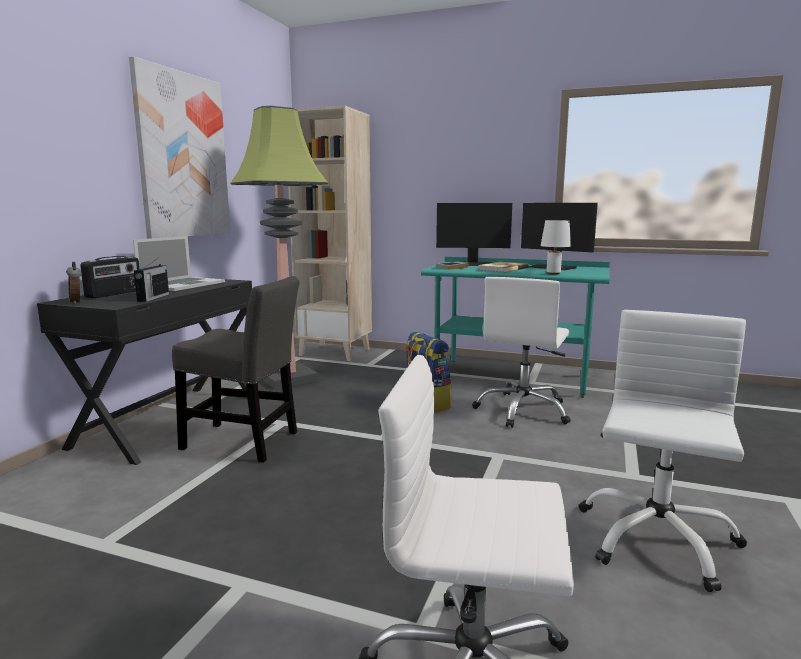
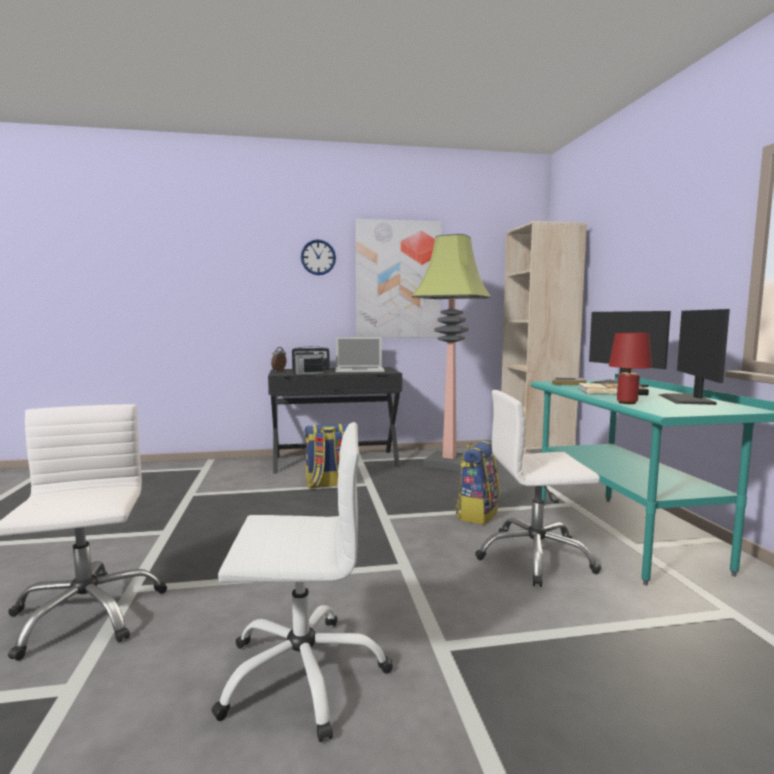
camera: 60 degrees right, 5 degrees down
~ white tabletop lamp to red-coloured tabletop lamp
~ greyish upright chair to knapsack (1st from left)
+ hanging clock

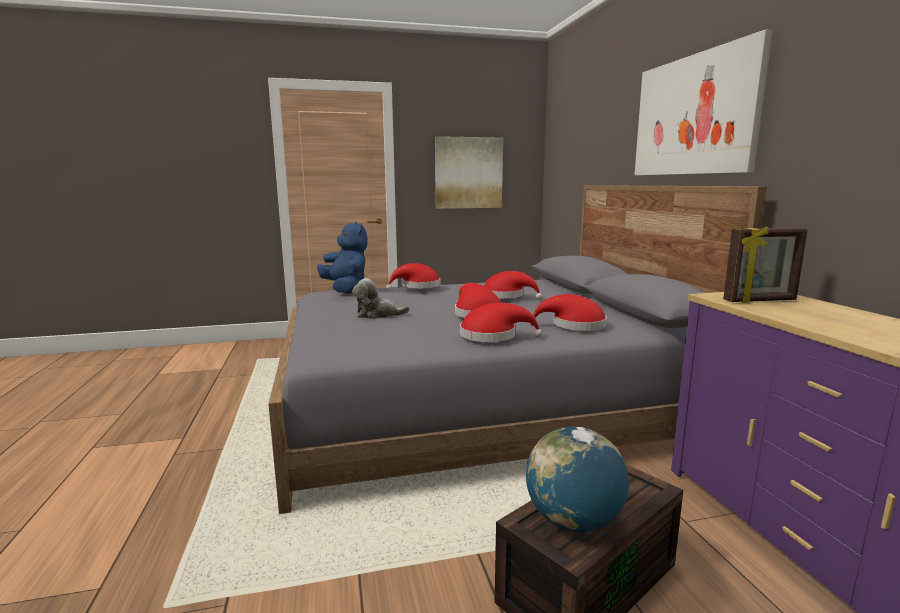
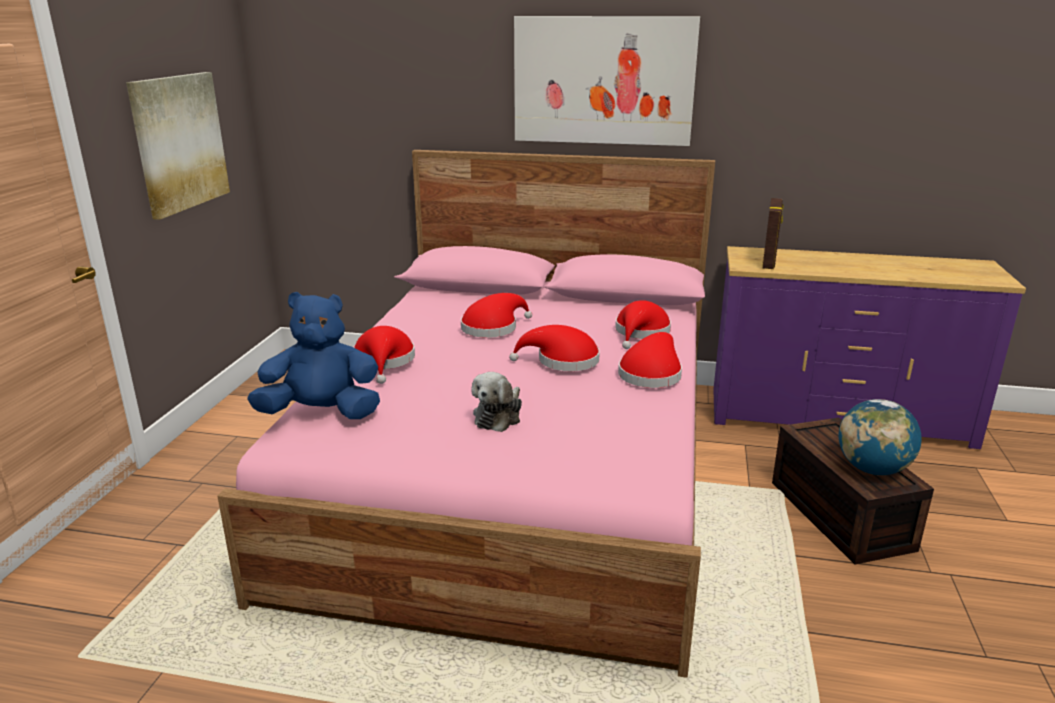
camera: 65 degrees left, 10 degrees up
~ greyish bedroom bed to pinkish bedroom bed

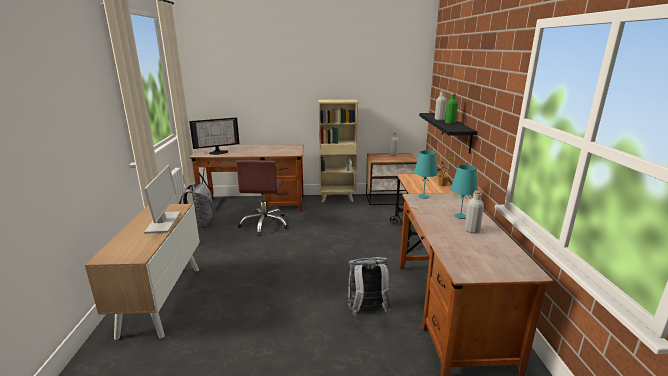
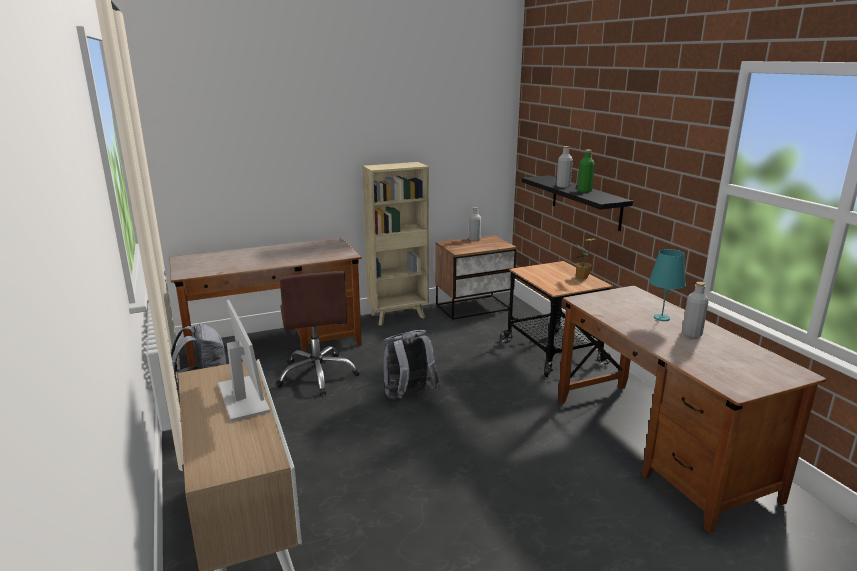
camera: 20 degrees left, 0 degrees up
- monitor (2nd from left)
- turquoise tabletop lamp (1st from left)
~ greyish knapsack (2nd from left)

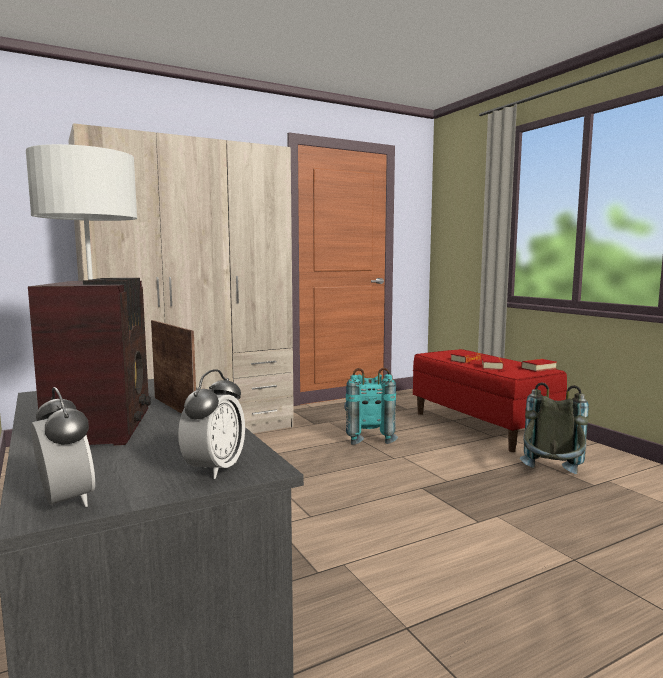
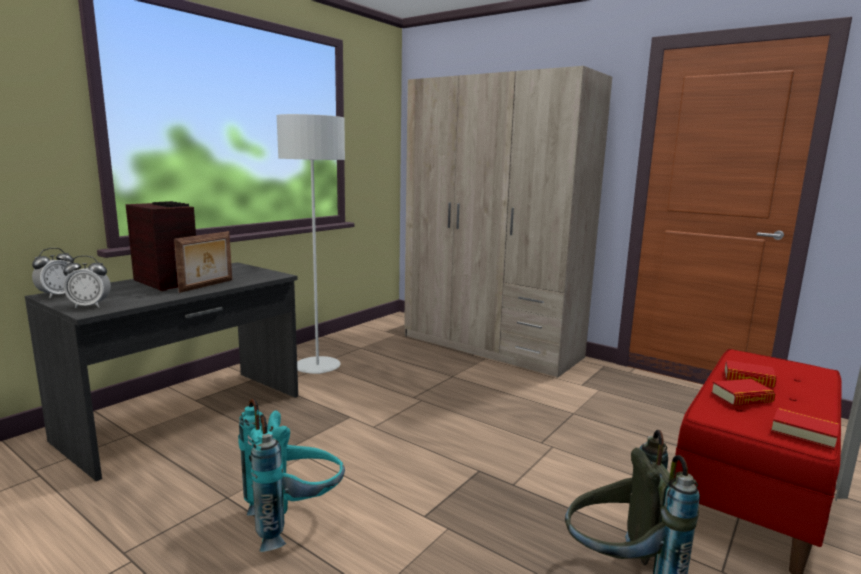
camera: 65 degrees right, 5 degrees up
~ radio receiver 105 degrees counterclockwise
~ turquoise knapsack

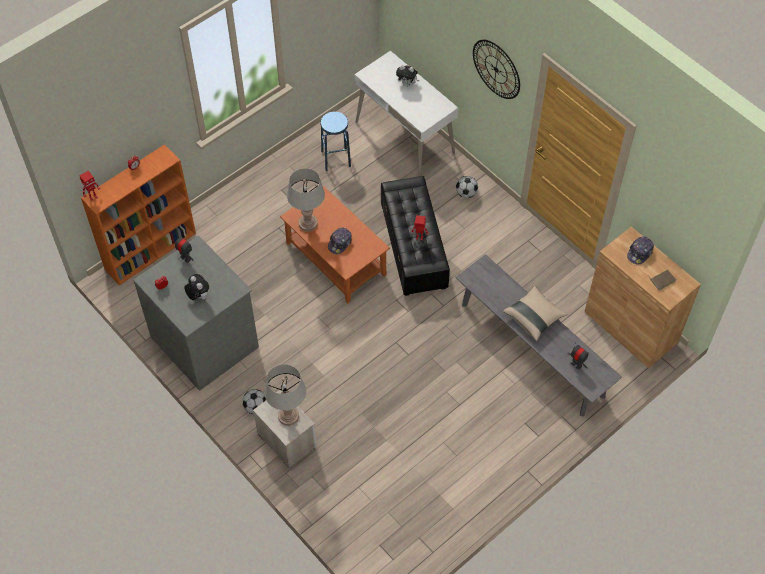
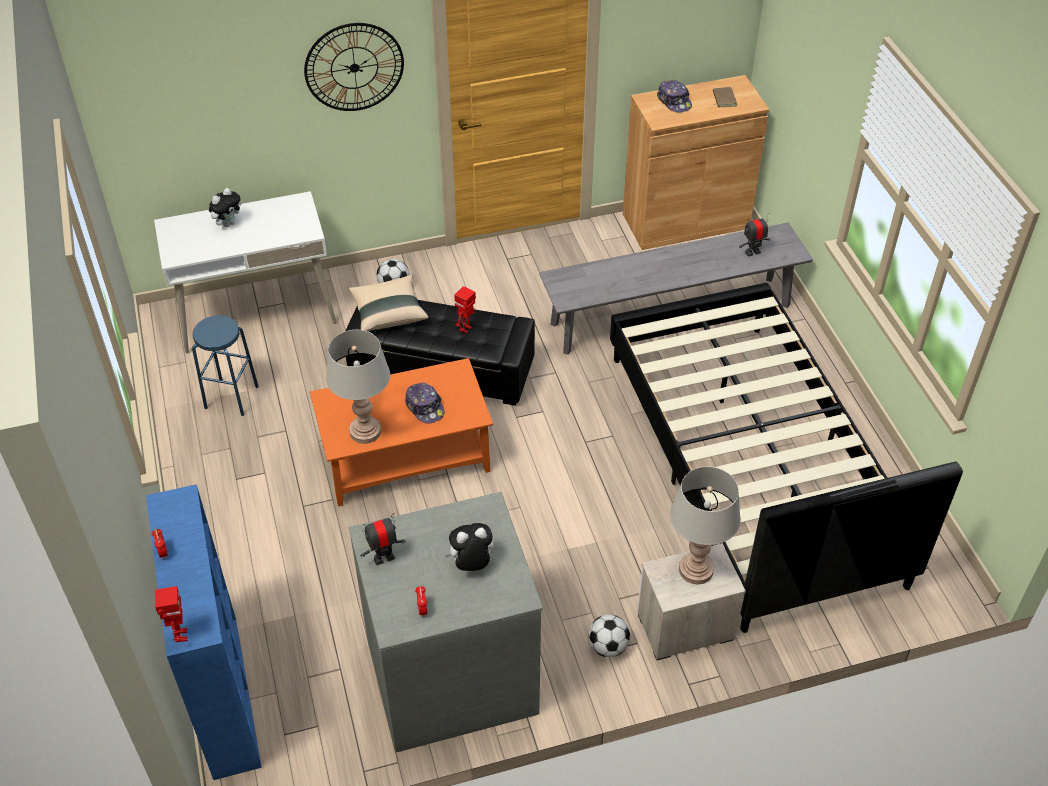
camera: 65 degrees left, 10 degrees down
~ orange-coloured shelving unit to blue shelving unit
~ beige throw pillow
+ blackish bedroom bed

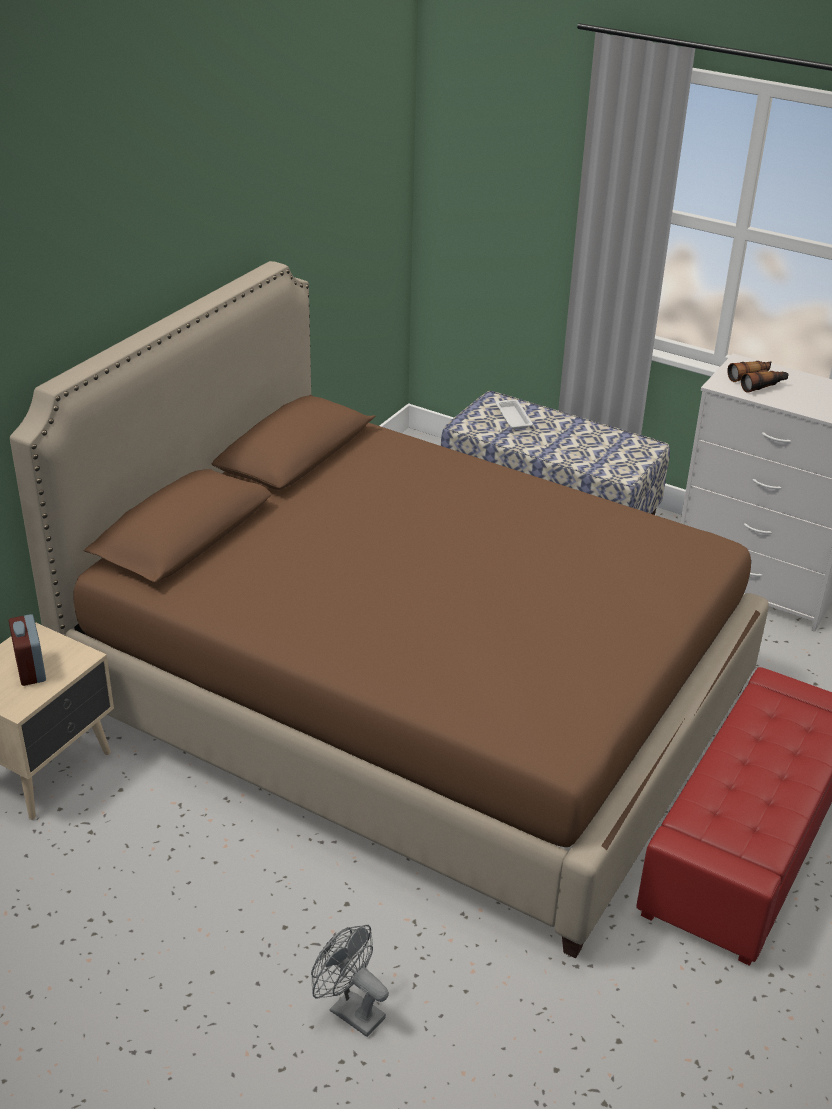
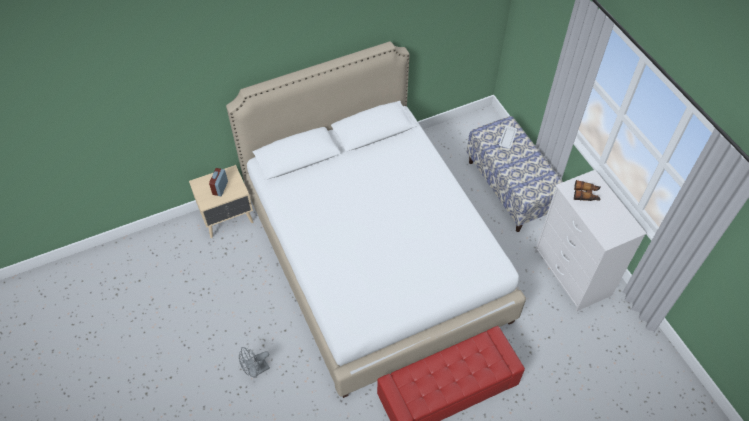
camera: 35 degrees right, 20 degrees up
~ brown bedroom bed to white bedroom bed
~ greyish cooling fan 105 degrees counterclockwise

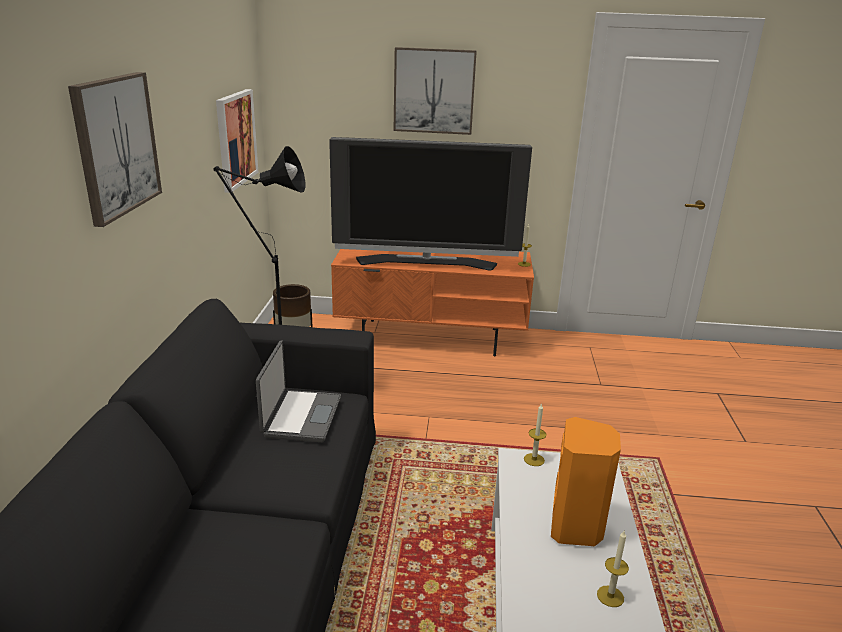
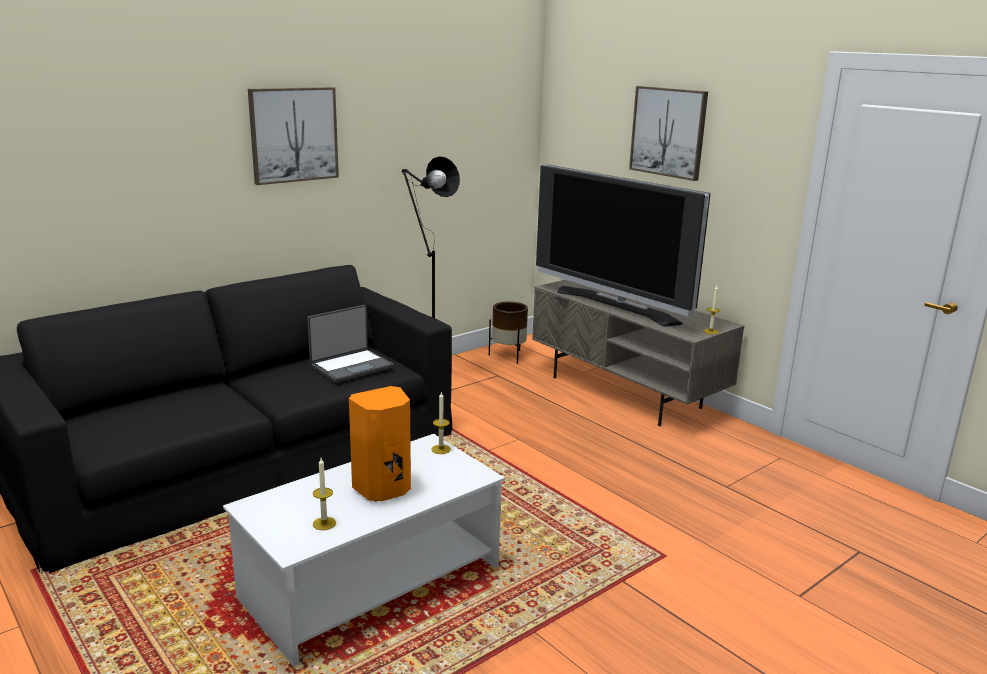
camera: 45 degrees right, 5 degrees down
- wall picture (2nd from left)
~ orange-coloured media console to greyish media console

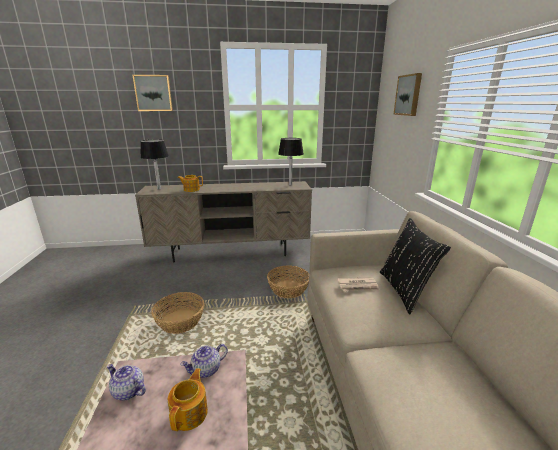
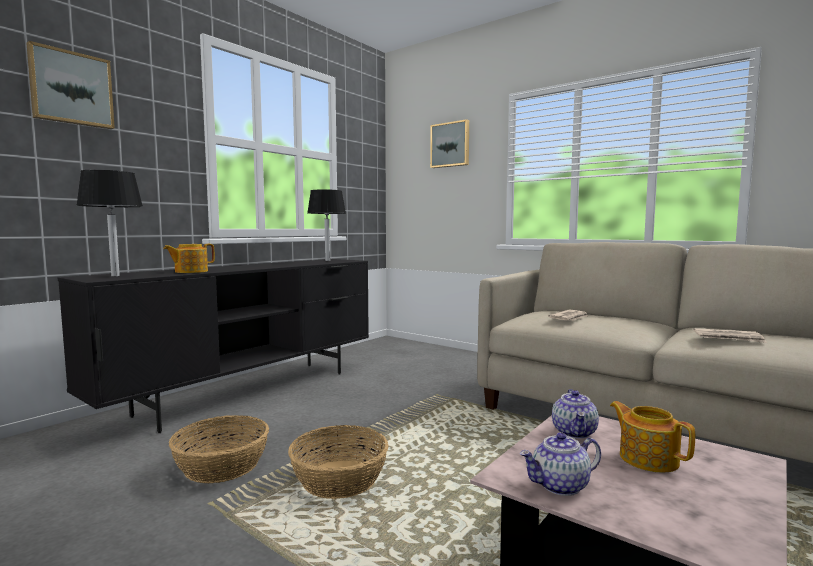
camera: 45 degrees left, 15 degrees down
~ beige media console to blackish media console
- blackish throw pillow
~ basket (2nd from left in the first image) to basket (1st from left)
+ daily paper (2nd from left)

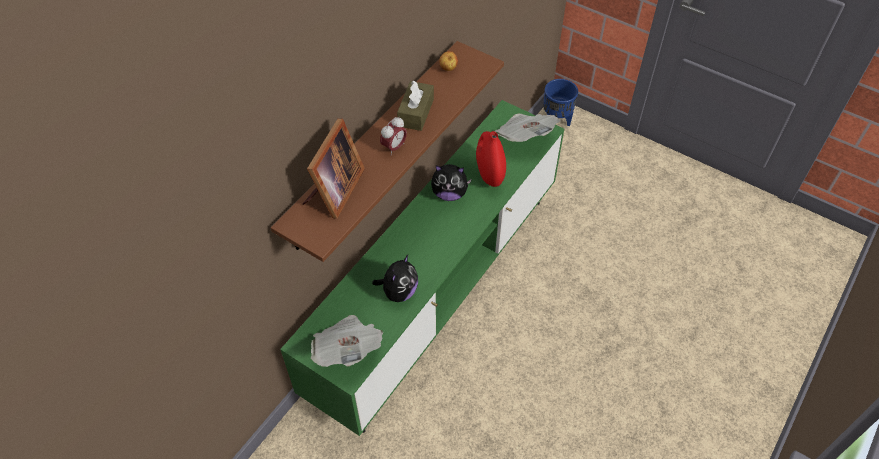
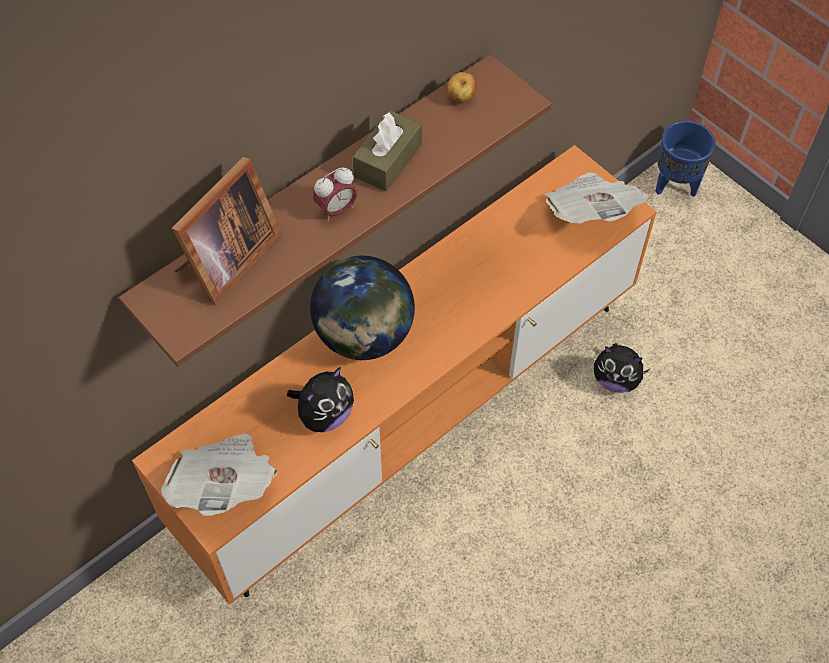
camera: 15 degrees right, 5 degrees up
~ green-coloured media console to orange-coloured media console
- red-coloured vase
~ plush toy (2nd from left)
+ globe

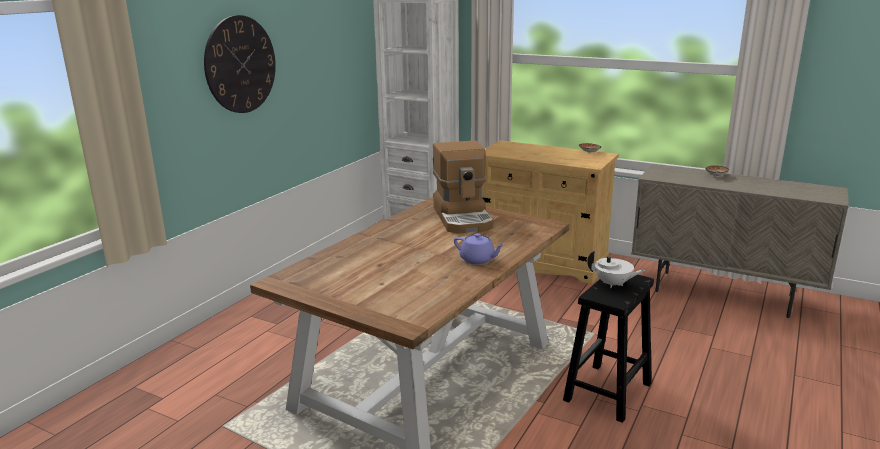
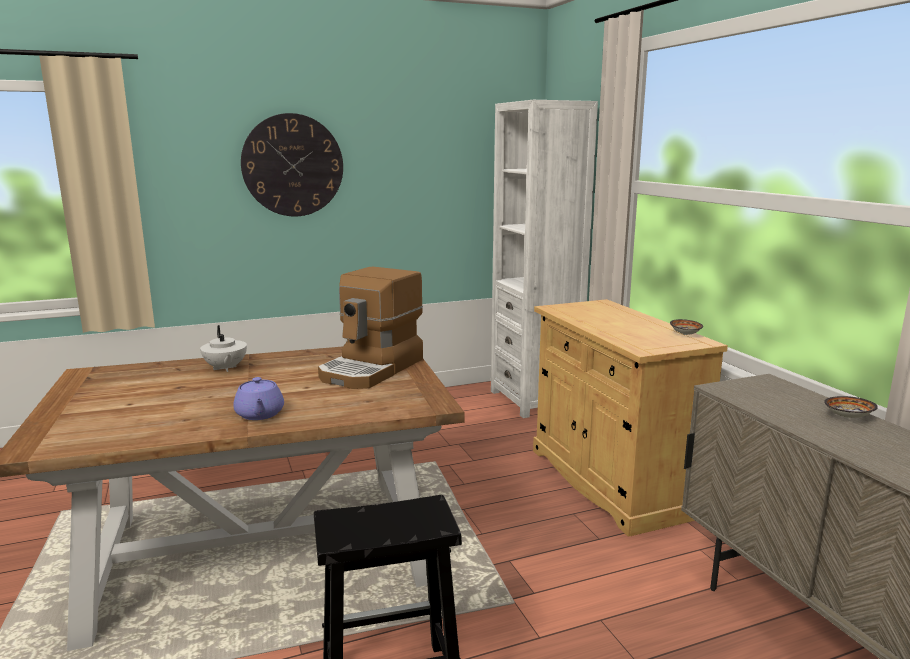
camera: 40 degrees right, 5 degrees down
~ white pot for tea

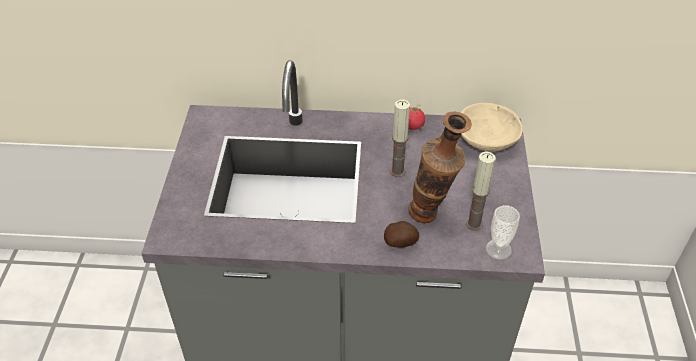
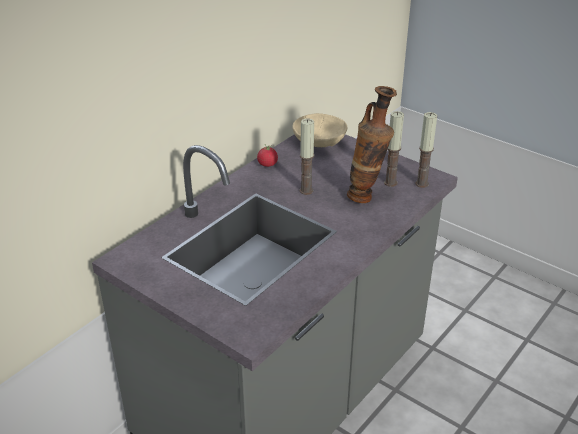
camera: 55 degrees left, 10 degrees down
~ small cup to candle (3rd from left)
- potato

